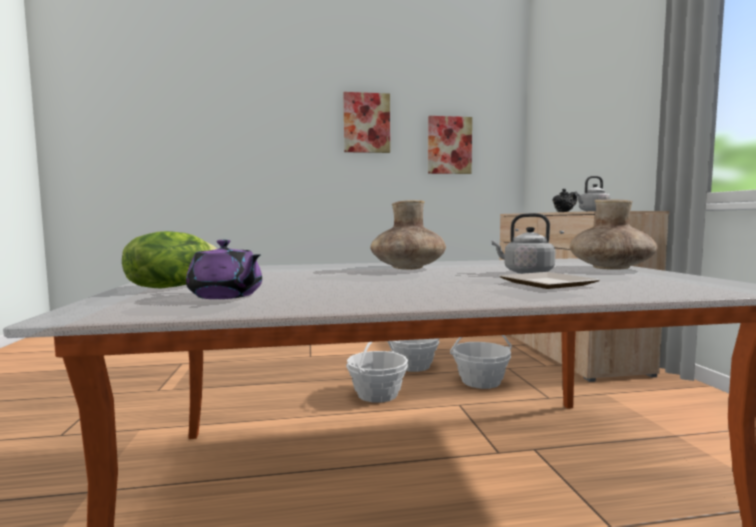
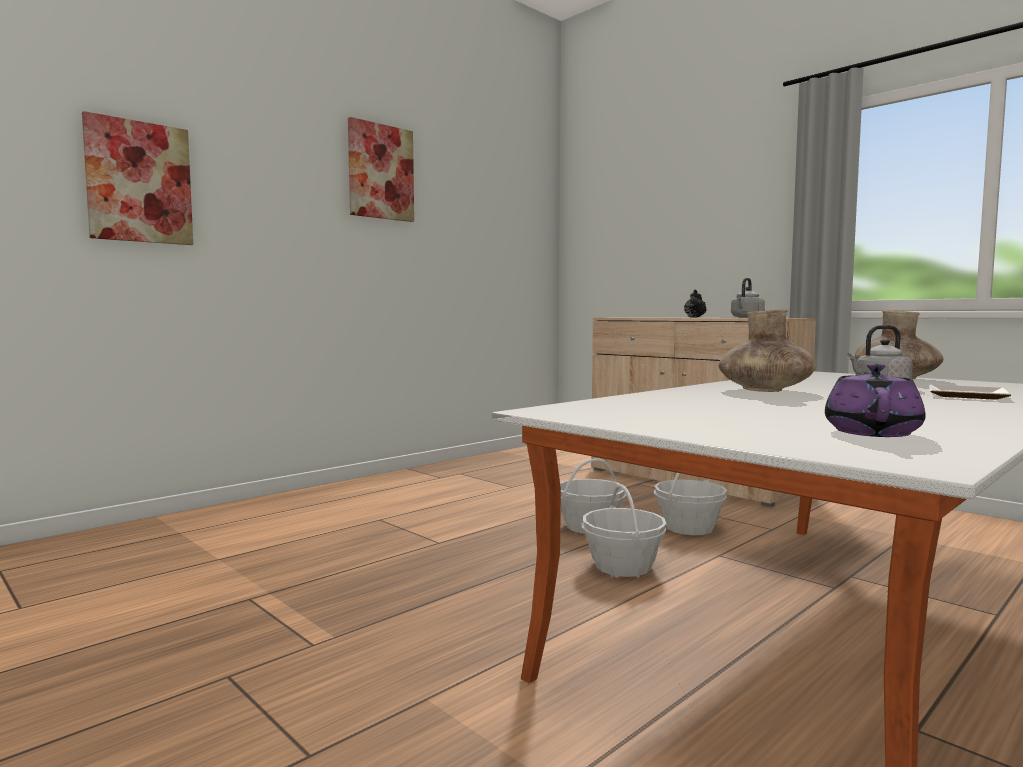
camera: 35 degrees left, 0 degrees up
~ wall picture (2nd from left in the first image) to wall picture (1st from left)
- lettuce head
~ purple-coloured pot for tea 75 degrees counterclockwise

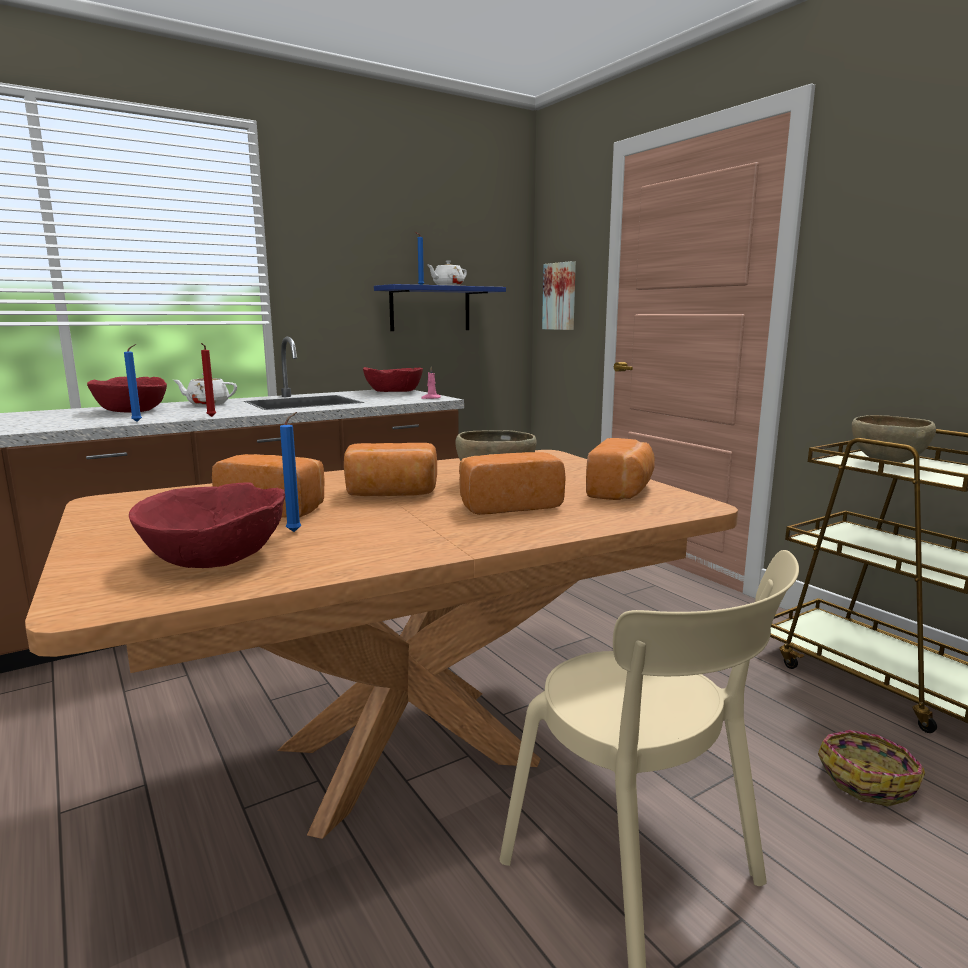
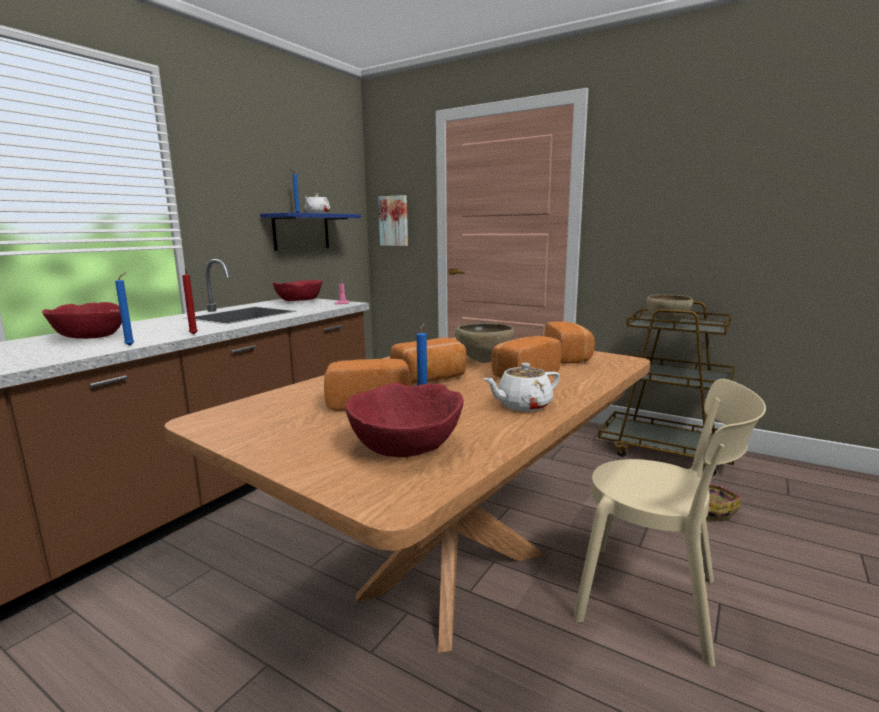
camera: 25 degrees left, 0 degrees up
~ white pot for tea (1st from left in the first image) to white pot for tea (2nd from left)

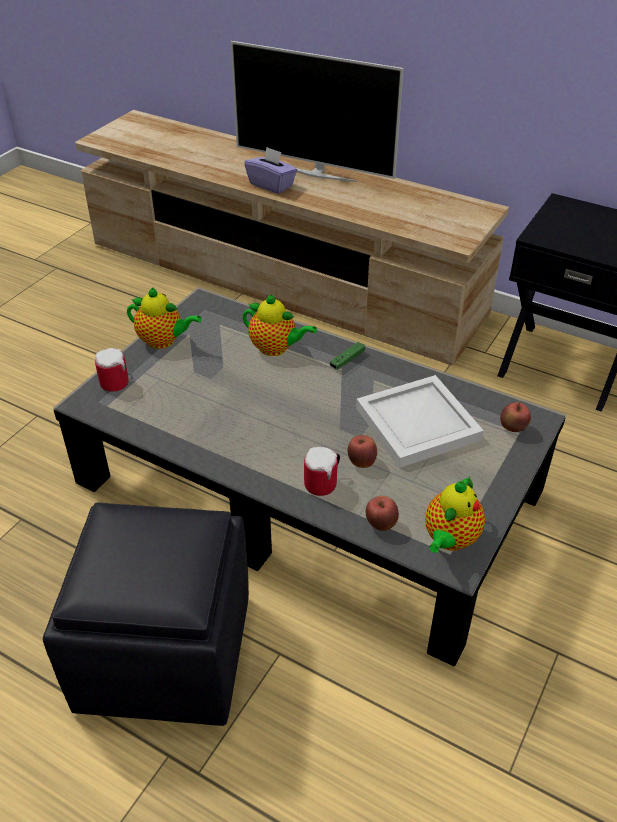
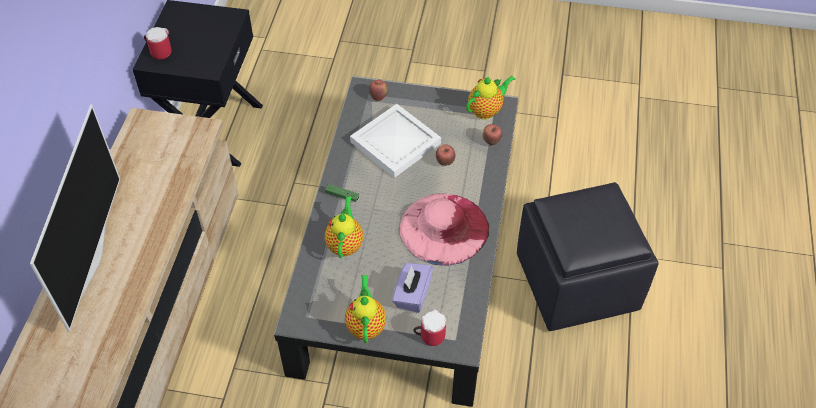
camera: 110 degrees left, 10 degrees up
~ purple-coloured tissue holder
~ coffee mug (2nd from left in the first image) to coffee mug (1st from left)
~ pot for tea (3rd from left) 45 degrees counterclockwise
+ pinkish wearable hat

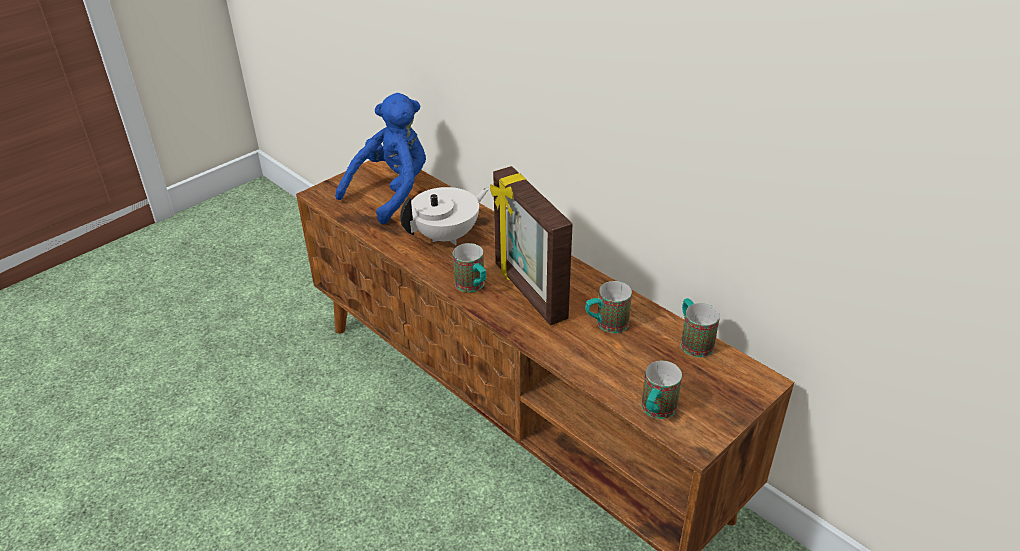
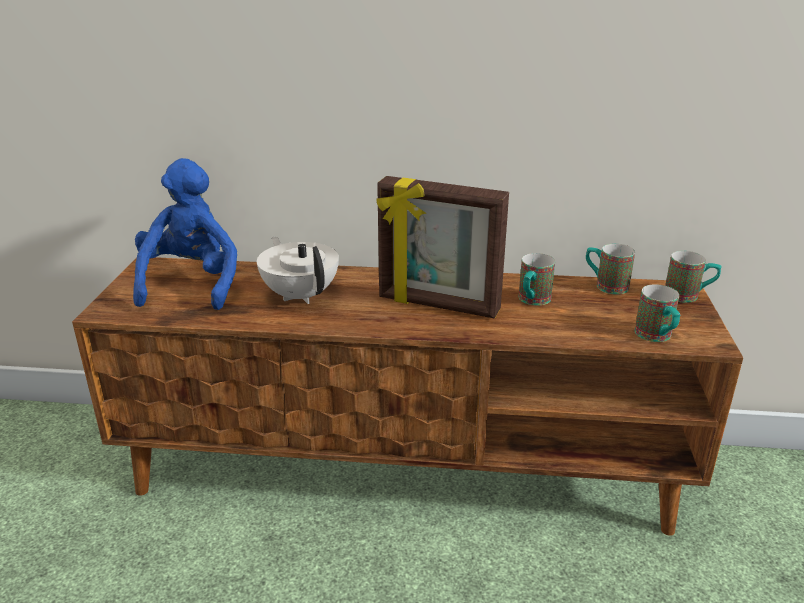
camera: 40 degrees left, 10 degrees down
~ white pot for tea 45 degrees counterclockwise
~ coffee mug (1st from left in the first image) to coffee mug (4th from left)

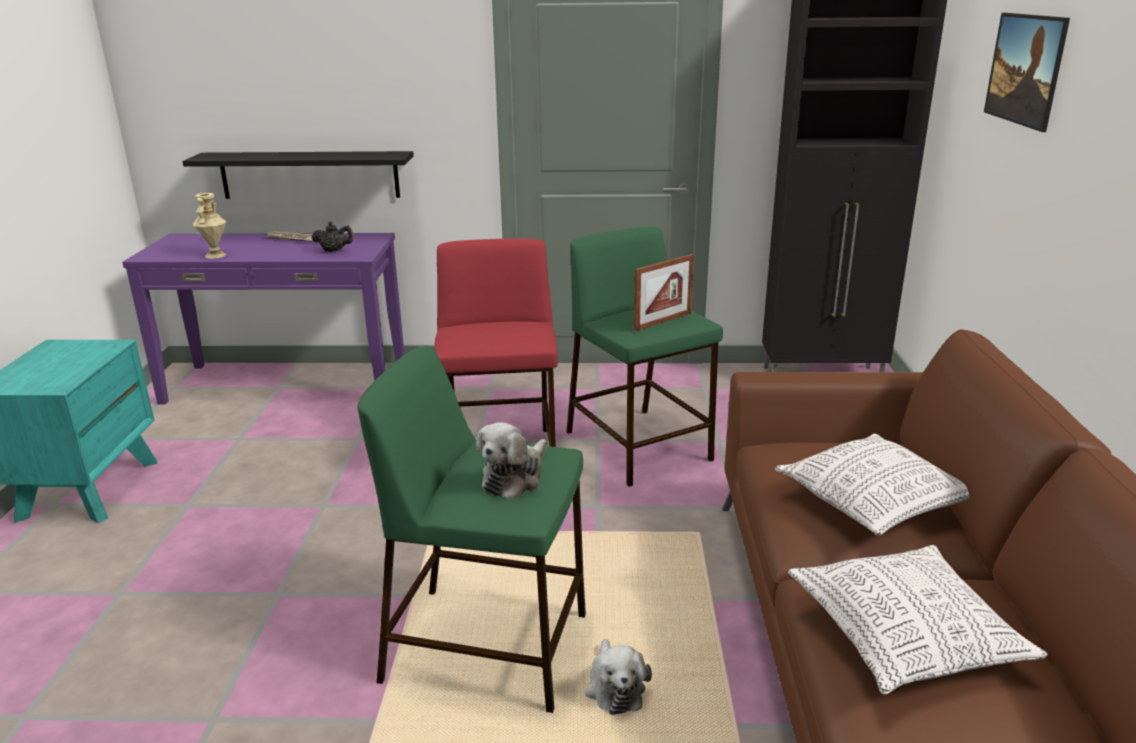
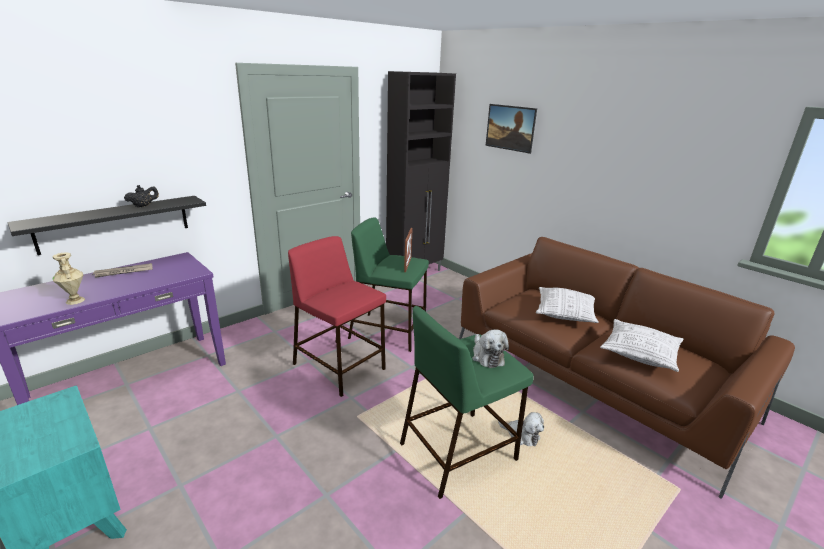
camera: 45 degrees left, 0 degrees up
~ blackish pot for tea

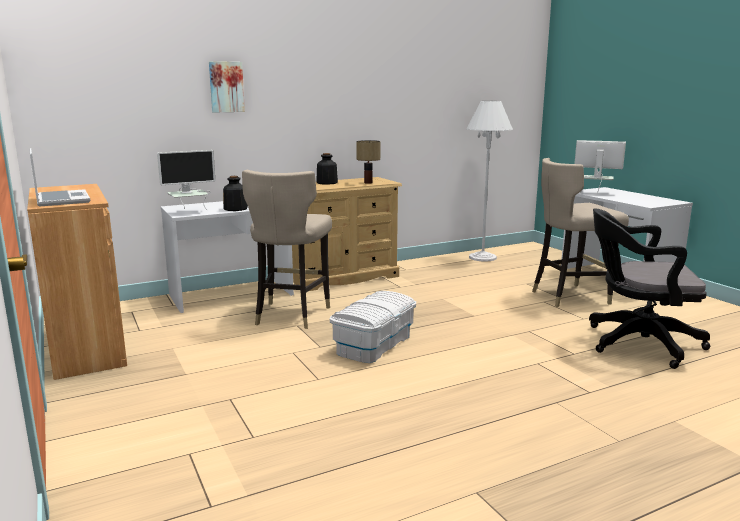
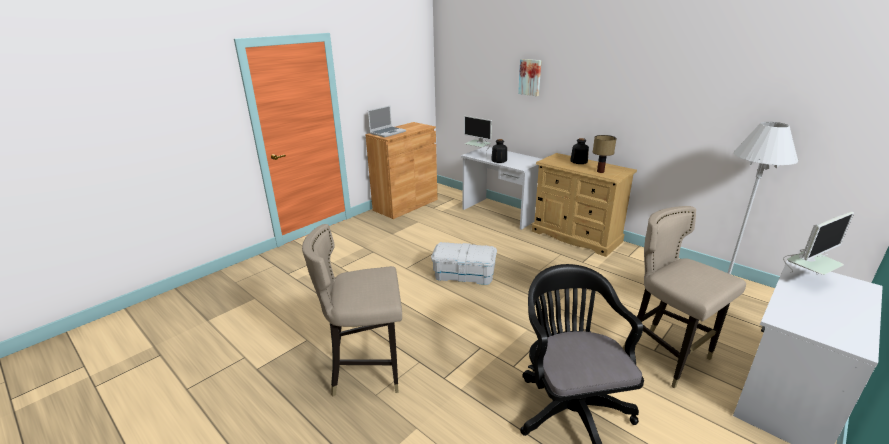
camera: 70 degrees right, 10 degrees up
~ monitor (2nd from left) 60 degrees clockwise
~ beige sitting stool (1st from left)

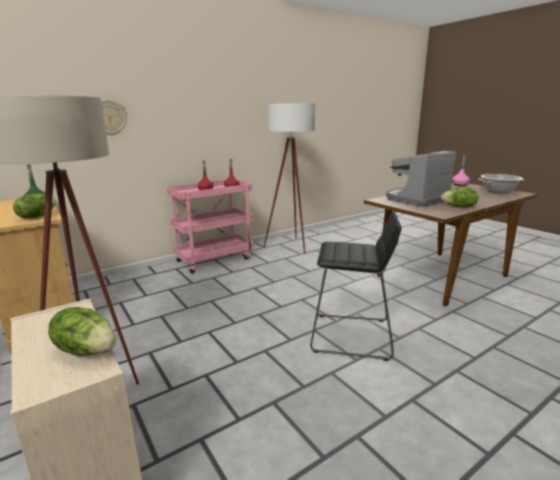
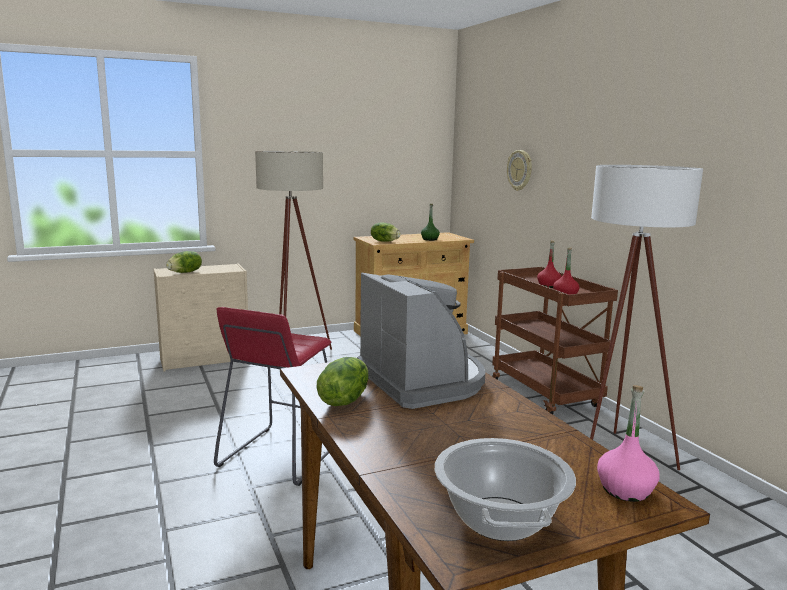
camera: 100 degrees right, 5 degrees down
~ pinkish wheeled cart to brown wheeled cart
~ blackish sitting stool to red-coloured sitting stool

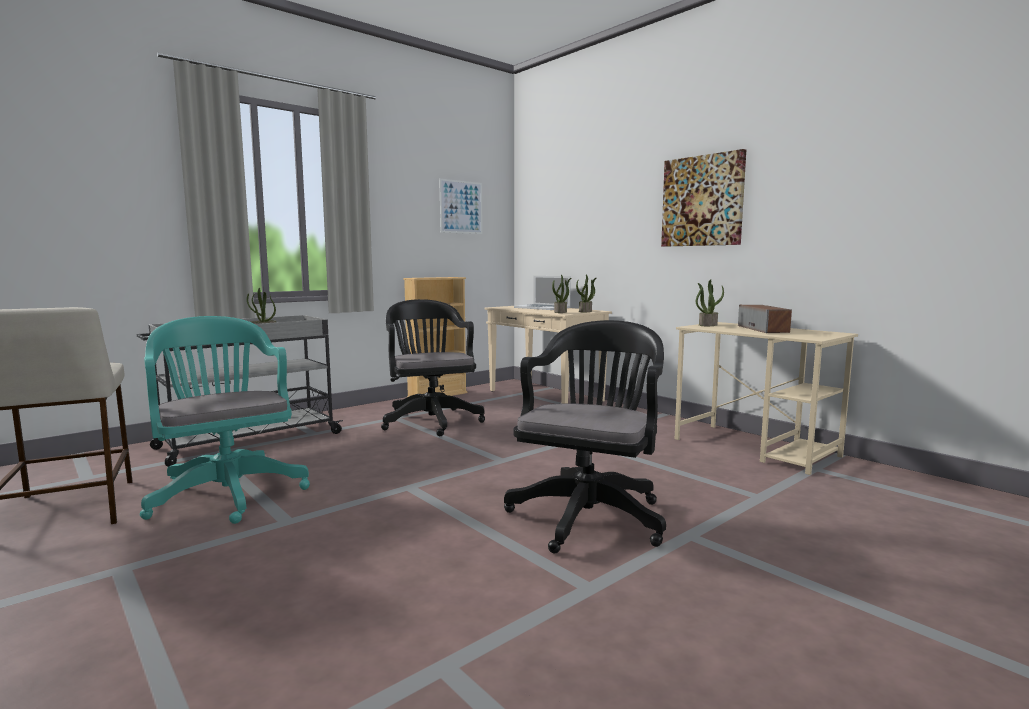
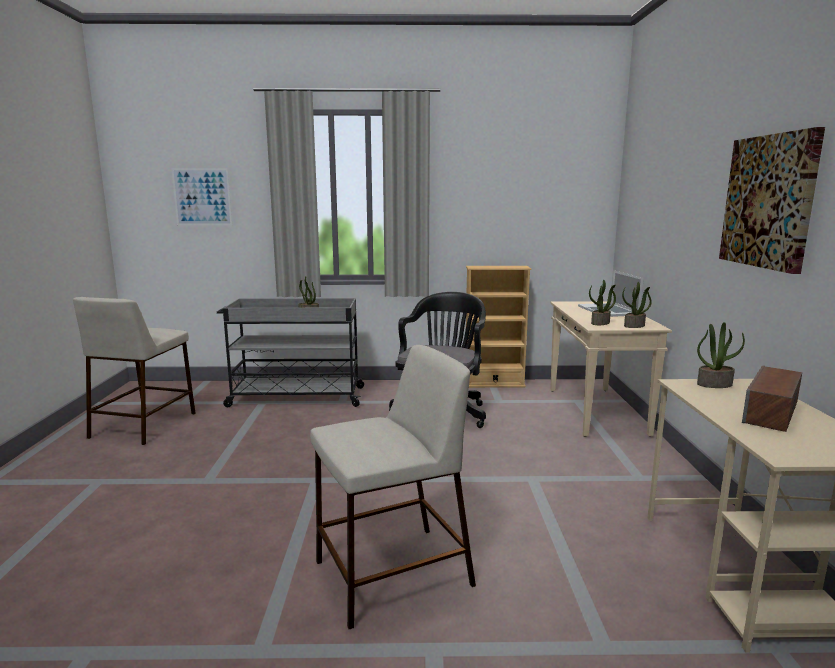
camera: 40 degrees right, 5 degrees up
~ wall picture (1st from left)
- turquoise office chair
~ blackish office chair (2nd from left) to beige sitting stool (2nd from left)

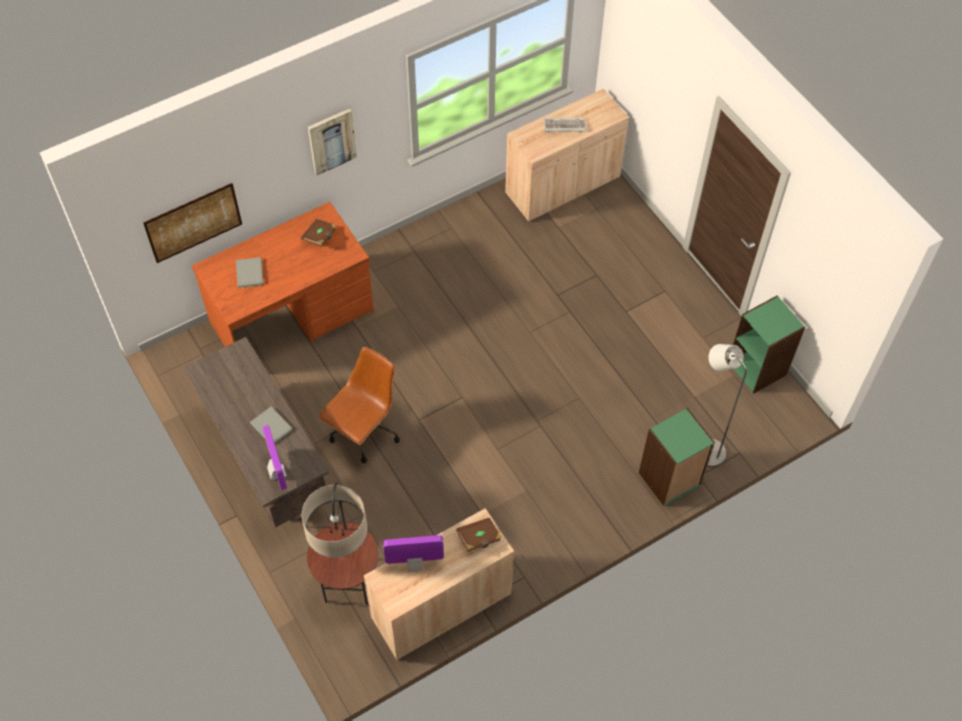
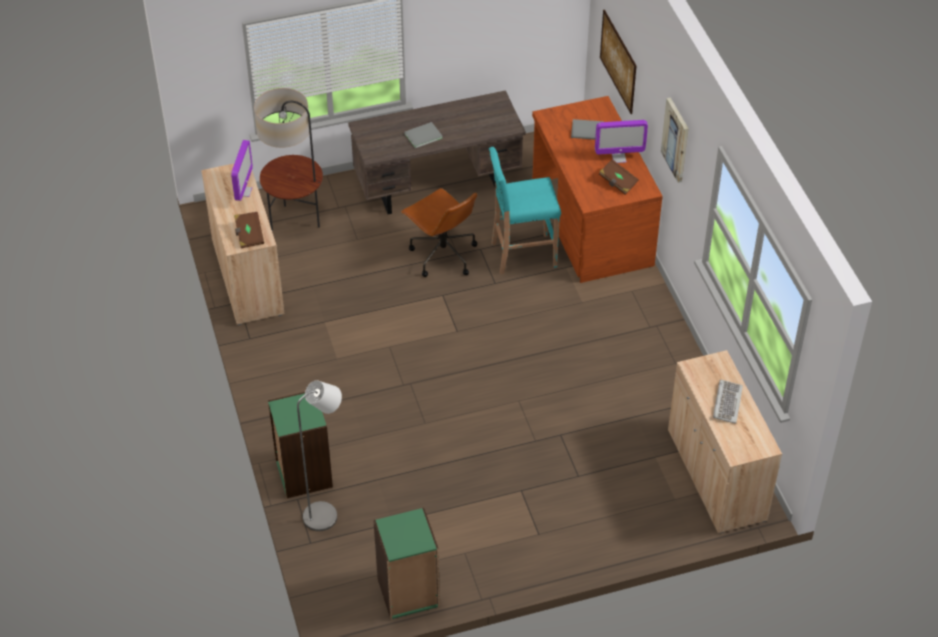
camera: 105 degrees right, 10 degrees down
~ monitor (1st from left in the first image) to monitor (2nd from left)
+ turquoise sitting stool

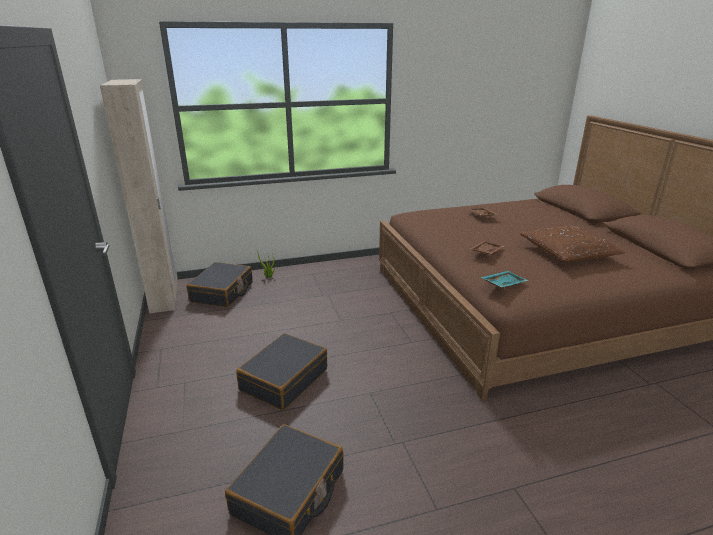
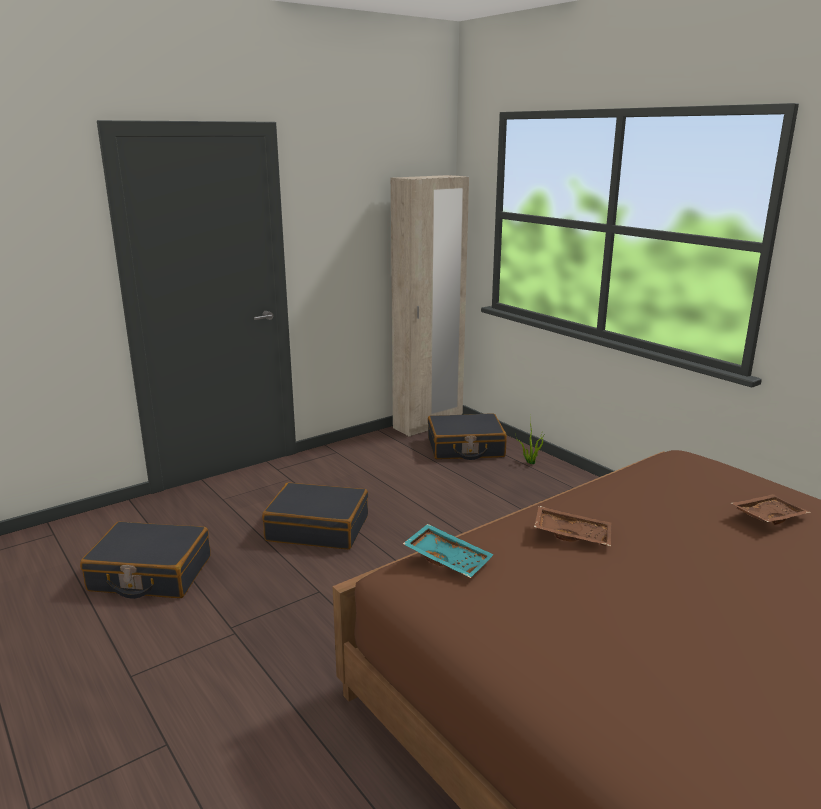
camera: 70 degrees right, 5 degrees down
- brown throw pillow

